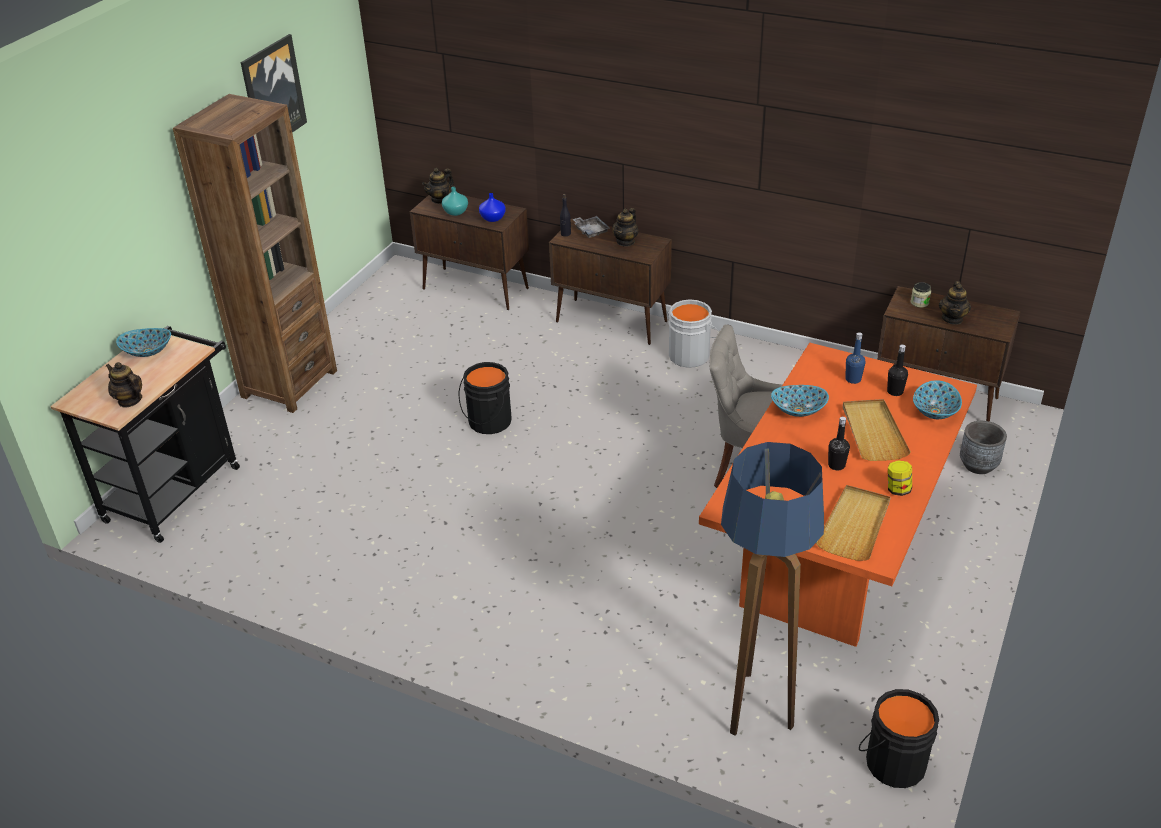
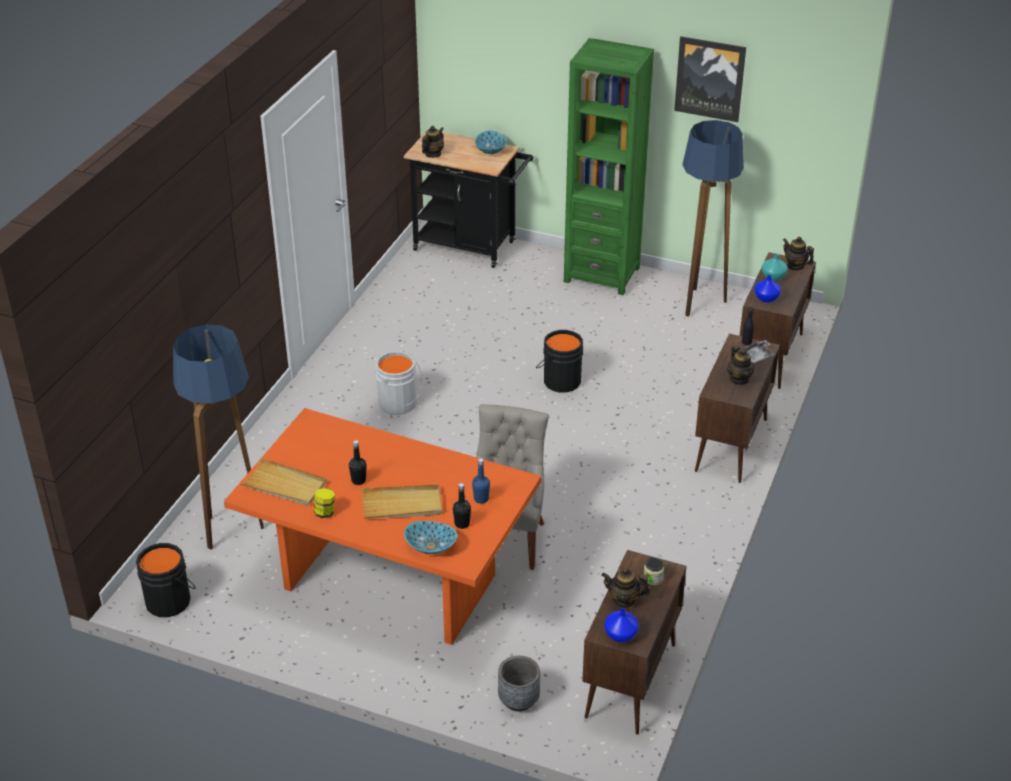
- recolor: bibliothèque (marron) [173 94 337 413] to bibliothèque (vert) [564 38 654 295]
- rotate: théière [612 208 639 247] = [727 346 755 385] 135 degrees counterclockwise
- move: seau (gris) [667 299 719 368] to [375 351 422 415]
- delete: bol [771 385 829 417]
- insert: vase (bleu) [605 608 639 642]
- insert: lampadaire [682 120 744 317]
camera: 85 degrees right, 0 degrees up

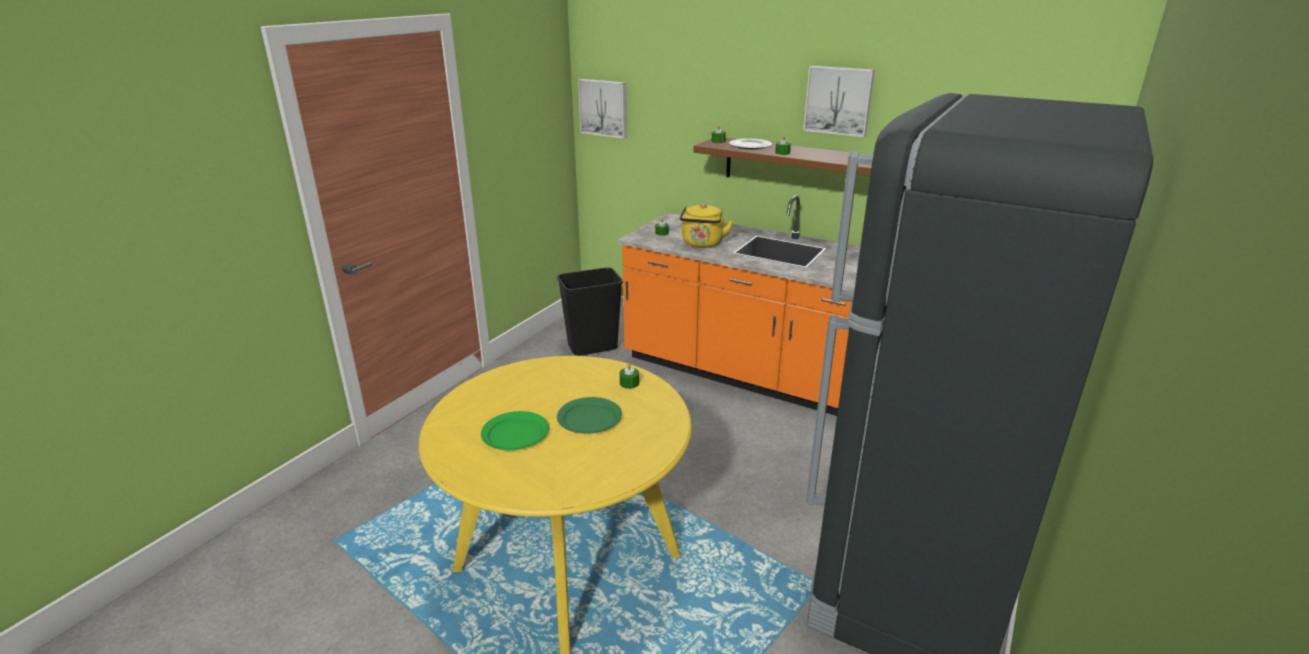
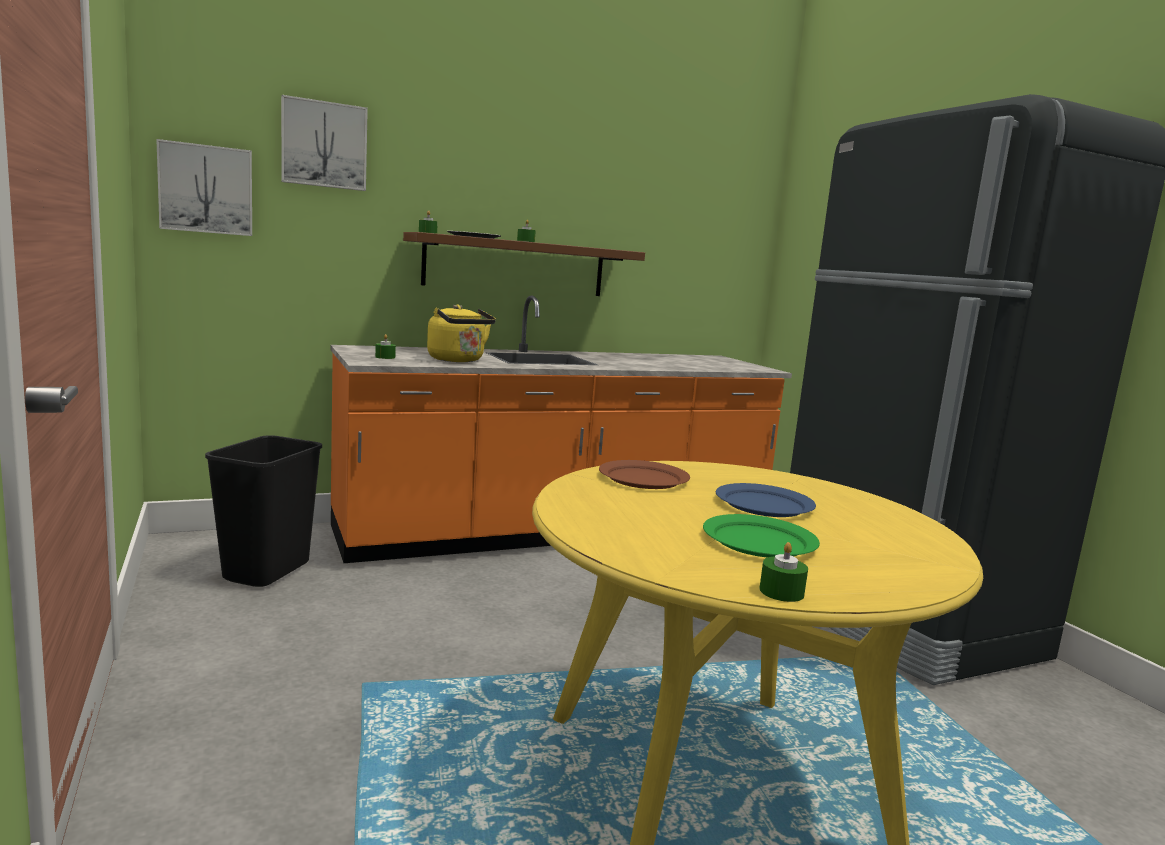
- recolor: assiette (vert) [557 397 622 434] to assiette (bleu) [716 483 816 517]
- move: bougie (vert) [620 363 639 389] to [759 542 808 602]
- move: tableau [803 66 875 137] to [281 95 368 191]
- insert: assiette (marron) [599 460 690 489]
camera: 55 degrees left, 15 degrees down

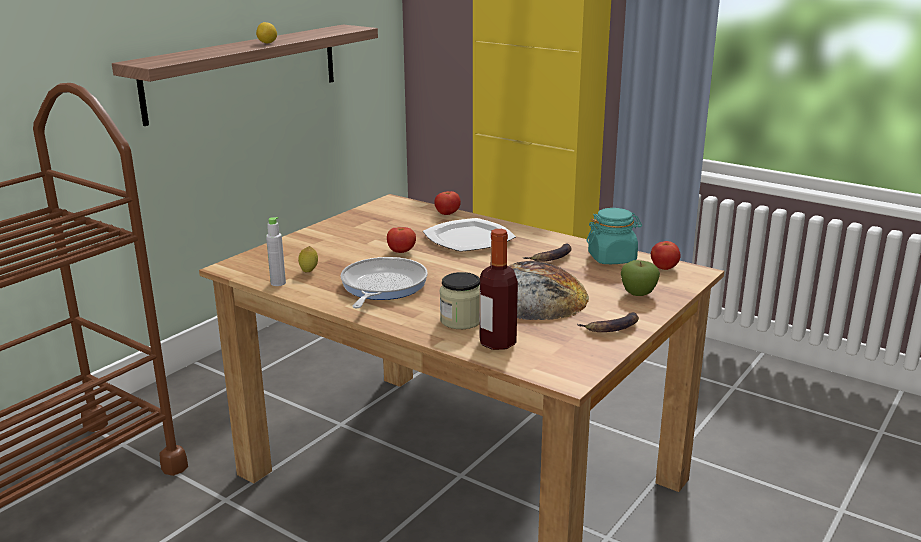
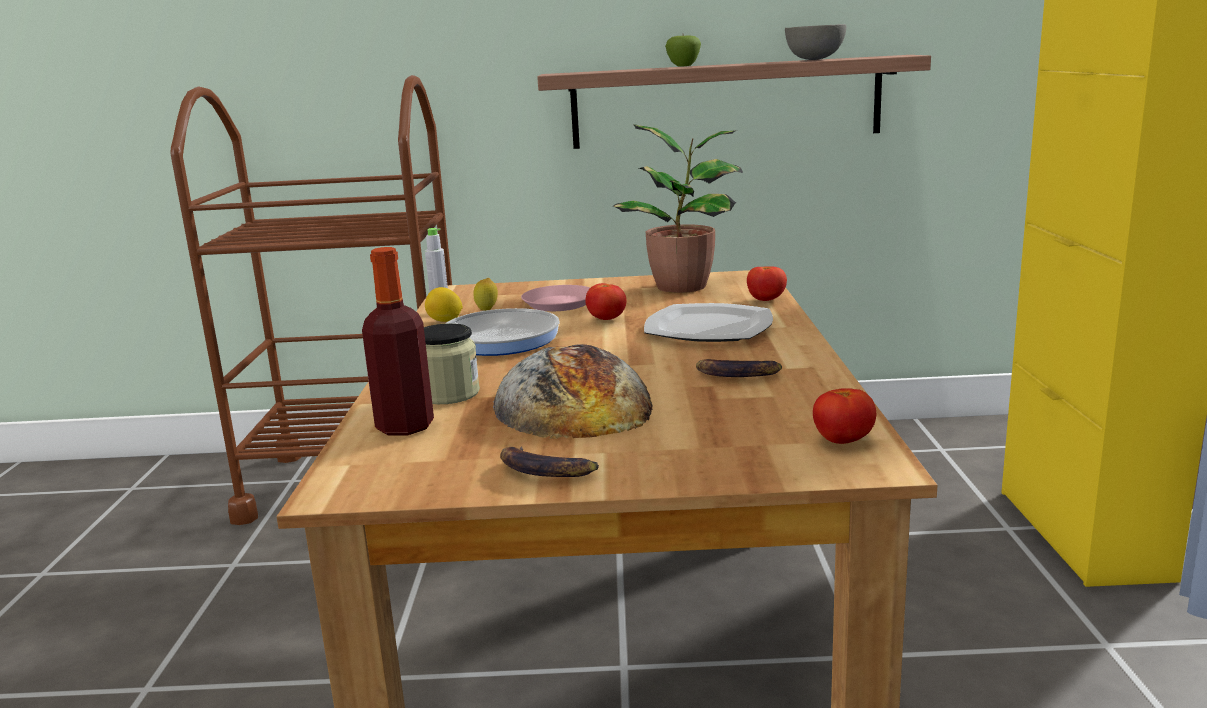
- move: citron [256 22 277 43] to [425 287 463 322]
- delete: bocal (turquoise) [586 208 642 264]
- move: pomme [621 260 660 296] to [665 36 701 67]
- insert: assiette (rose) [521 285 590 311]
- insert: plante en pot [613 125 743 293]
- insert: bol (gris) [785 24 846 60]
camera: 55 degrees right, 5 degrees down

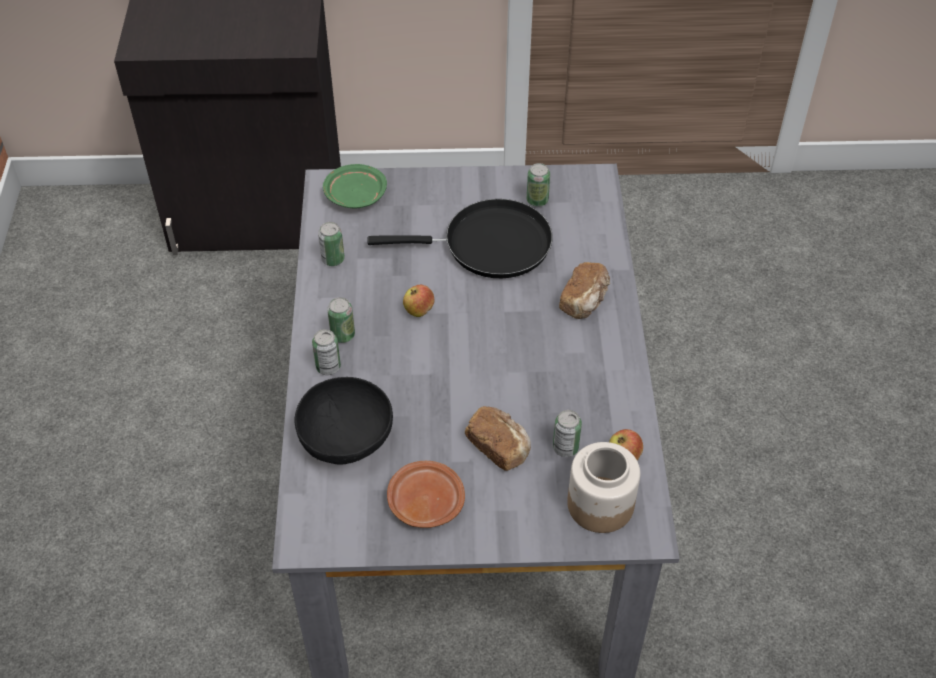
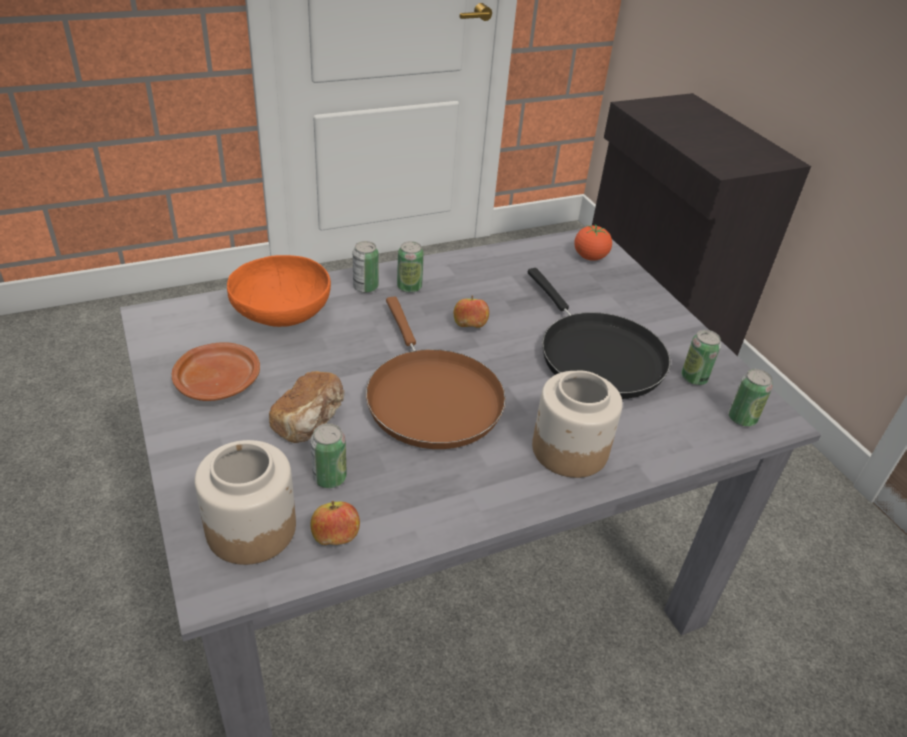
- recolor: bol (noir) [294 377 393 464] to bol (orange) [227 255 331 327]
- move: boîte métallique [318 222 345 266] to [728 369 773 427]
- replace: assiette (vert) [323 164 387 208] to tomate [575 225 612 261]
- replace: pain [559 262 610 319] to bocal [532 370 623 478]
- insert: poêle (marron) [366 297 506 449]
camera: 65 degrees right, 10 degrees down

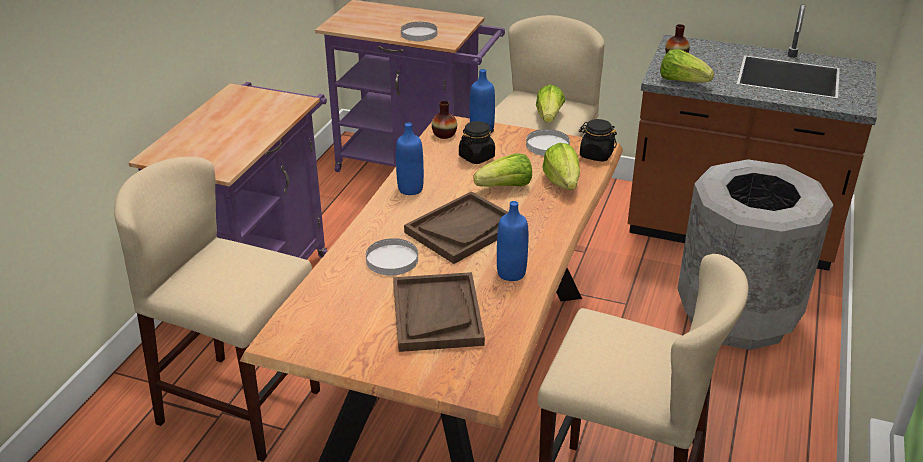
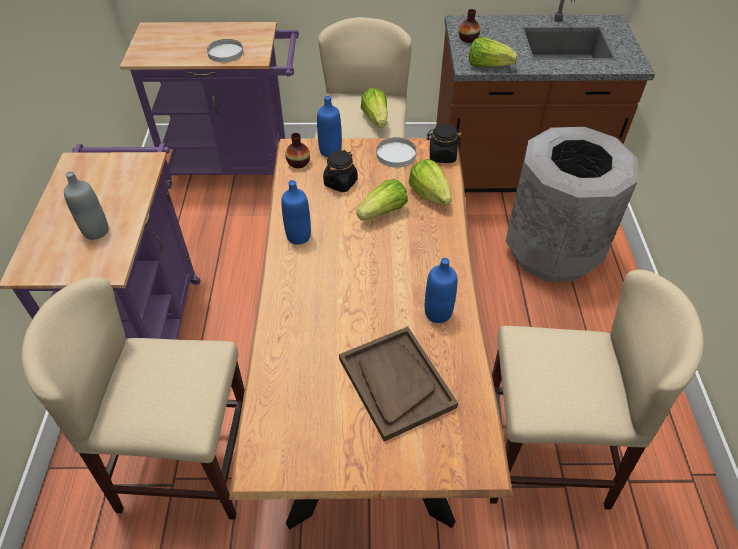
- delete: assiette (blanc) [366 238 418 275]
- delete: plateau (marron) [404 191 508 264]
- insert: bouteille (gris) [64 171 109 240]
camera: 20 degrees left, 15 degrees up

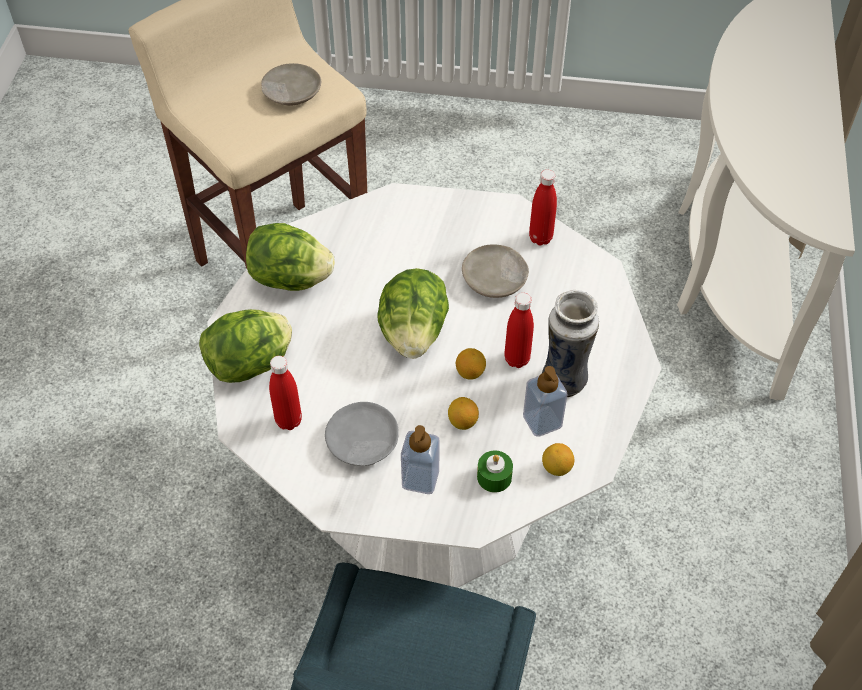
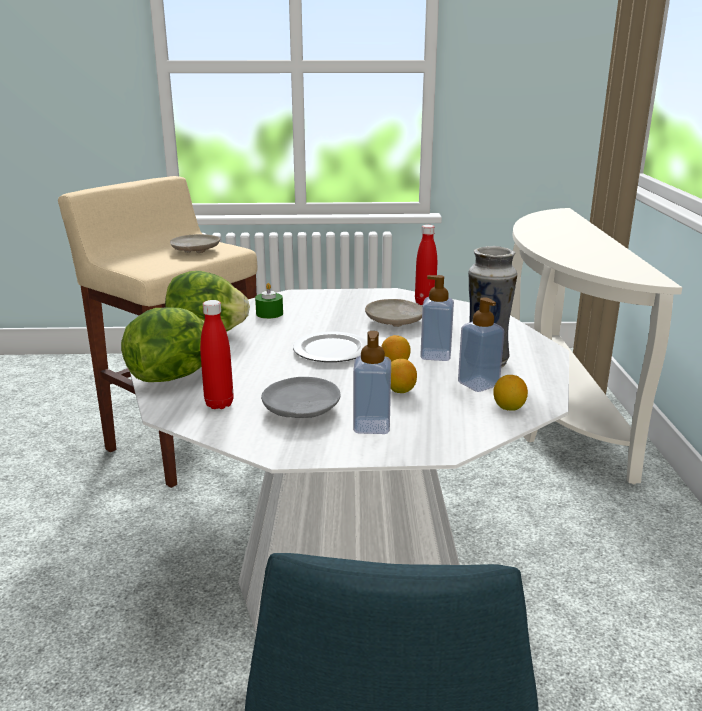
- replace: laitue [377 268 449 359] to assiette [293 332 367 362]
- move: bougie (vert) [477 451 513 493] to [255 283 283 319]
- replace: bouteille (rouge) [504 293 534 368] to distributeur de savon [420 275 454 361]
camera: 10 degrees left, 30 degrees down

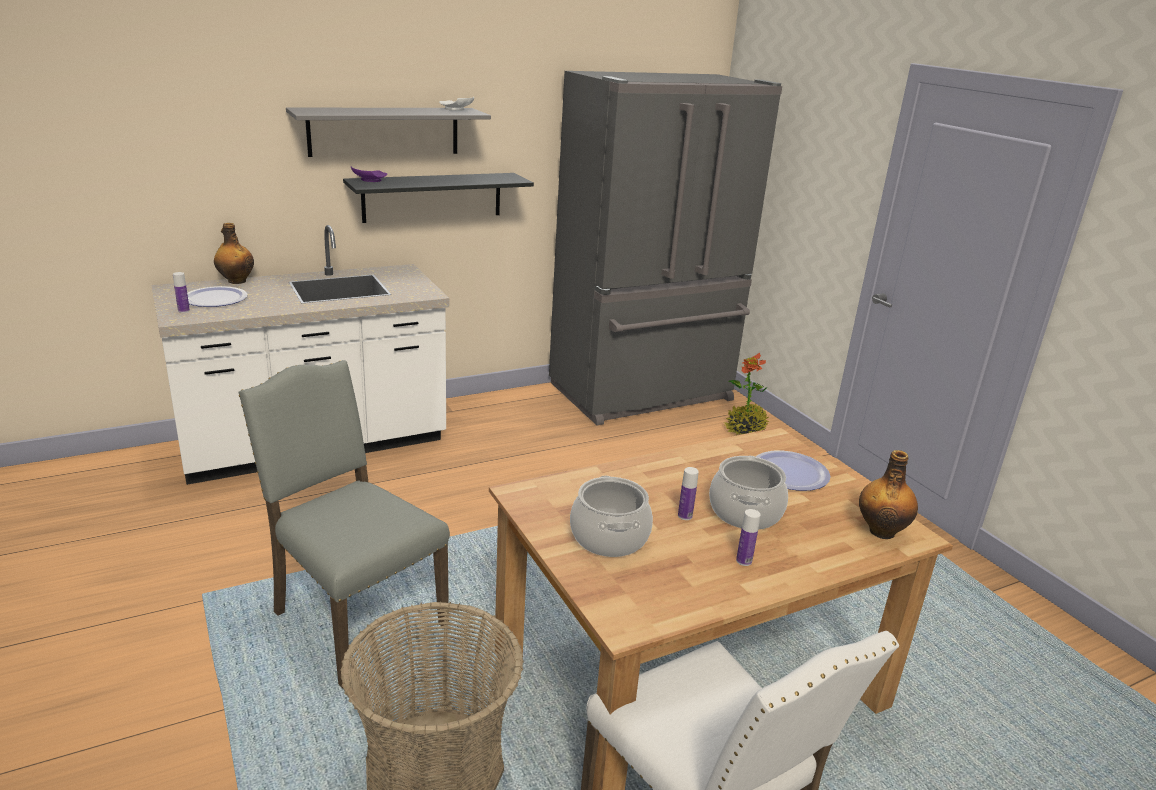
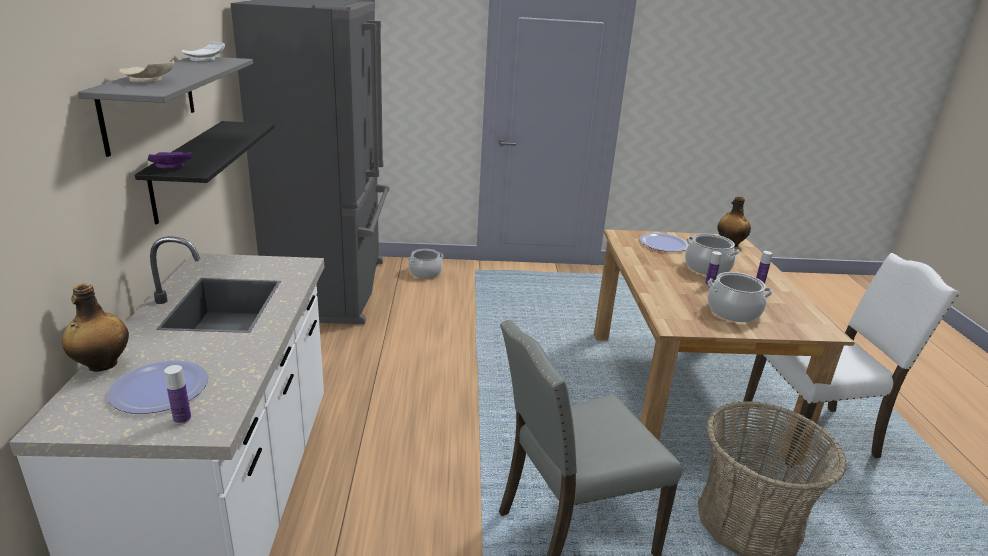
- replace: plante en pot [724 352 769 435] to marmite [407 249 443 279]
- insert: assiette (beige) [119 60 174 82]
camera: 65 degrees left, 0 degrees up

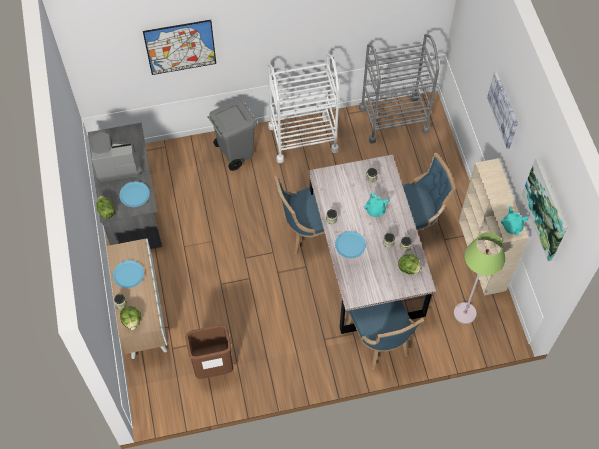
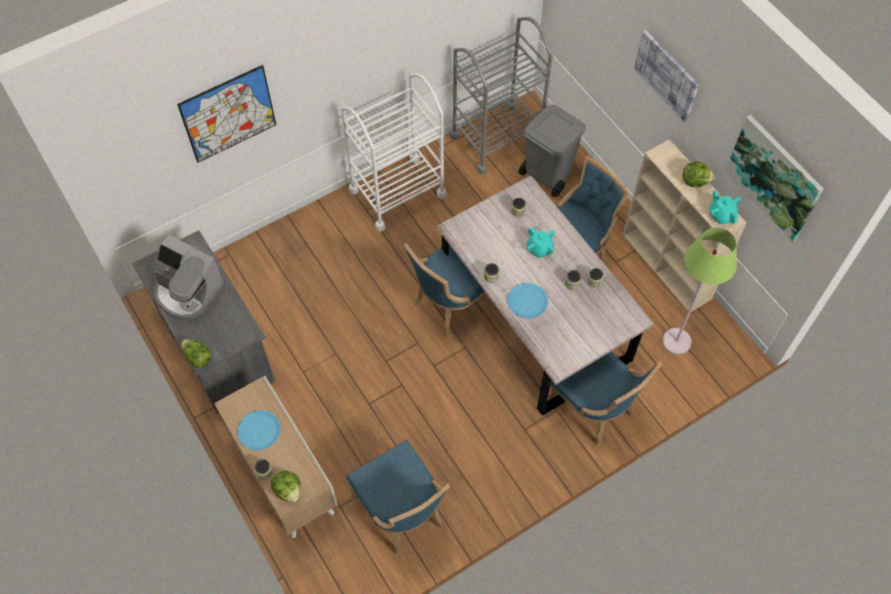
- rotate: machine à café [91 133 141 182] = [154 235 224 320] 120 degrees counterclockwise
- delete: assiette (bleu) [119 181 150 207]
- replace: poubelle (marron) [185 325 233 379] to chaise (bleu) [347 440 450 555]
- move: poubelle (gris) [207 100 257 171] to [519 105 586 197]
- move: laitue [398 254 422 275] to [683 161 715 188]
camera: 20 degrees left, 0 degrees up

